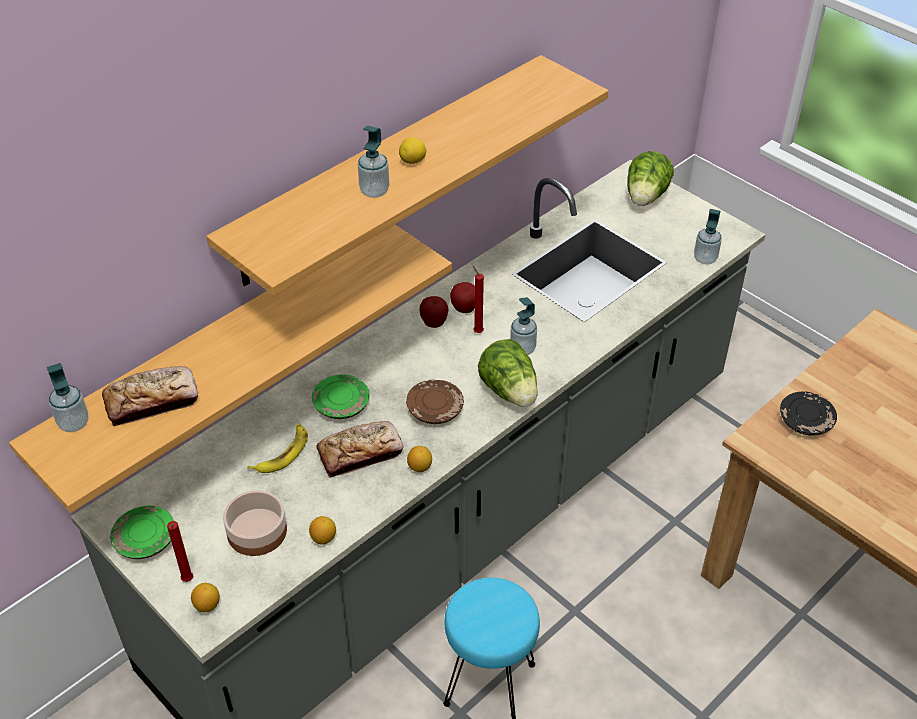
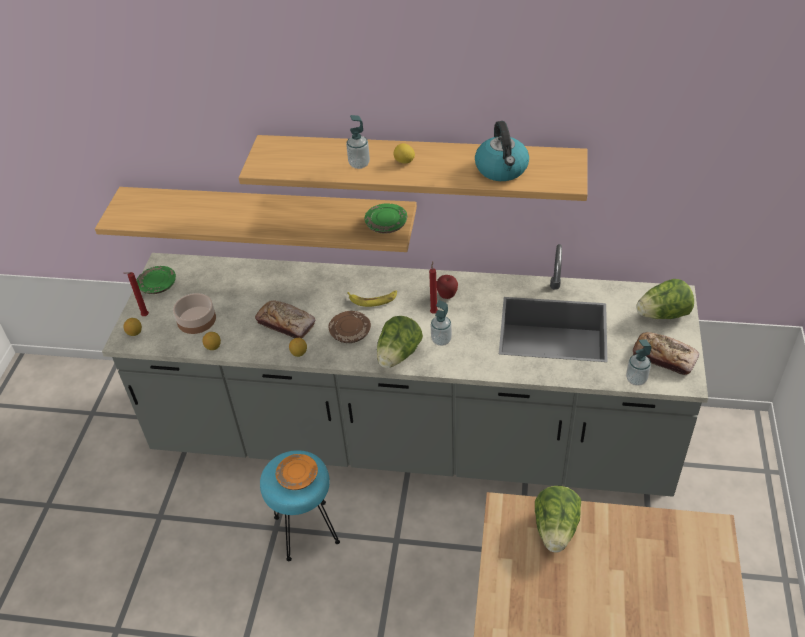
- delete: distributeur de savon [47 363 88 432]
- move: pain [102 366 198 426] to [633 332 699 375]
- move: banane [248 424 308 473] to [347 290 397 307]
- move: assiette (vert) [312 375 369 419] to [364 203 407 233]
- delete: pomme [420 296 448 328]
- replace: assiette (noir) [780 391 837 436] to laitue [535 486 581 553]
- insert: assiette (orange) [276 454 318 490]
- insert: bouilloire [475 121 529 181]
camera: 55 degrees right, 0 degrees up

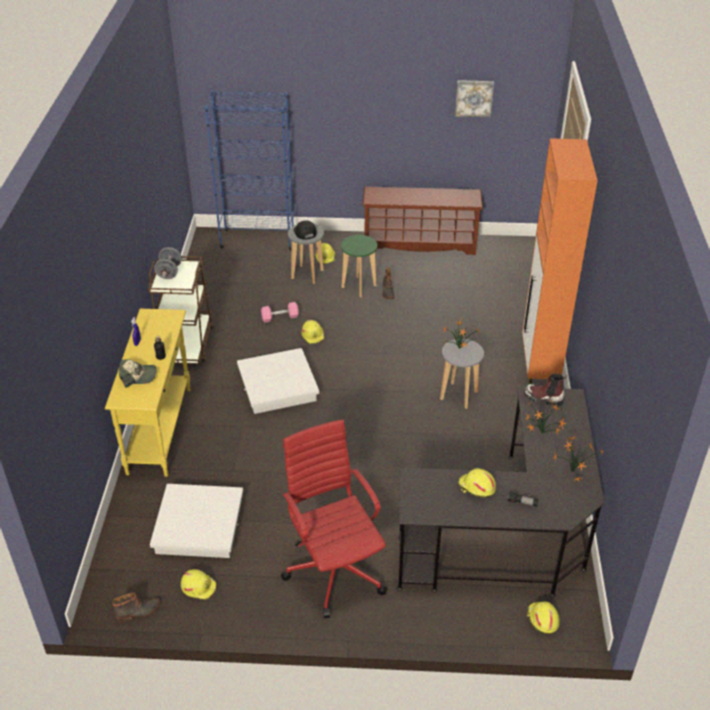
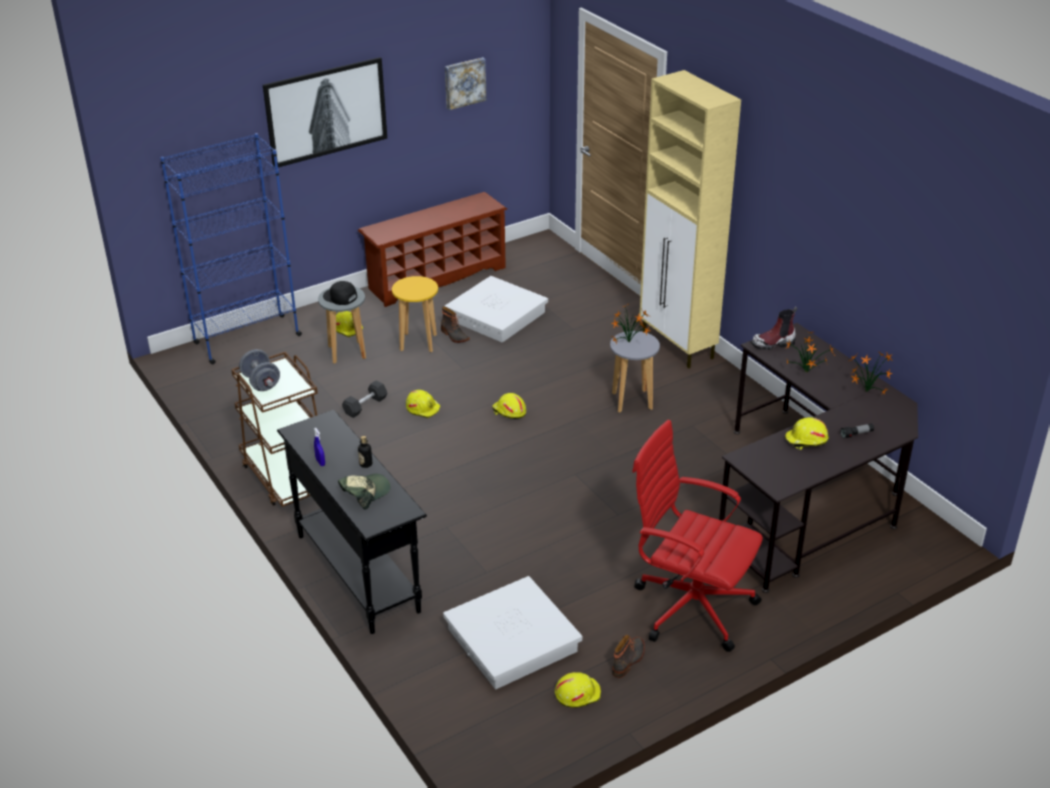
- recolor: table console (jaune) [105 309 191 477] to table console (noir) [277 410 427 634]
- move: botte [112 592 160 622] to [612 635 645 678]
- move: boîte de rangement (blanc) [237 348 319 414] to [444 276 548 343]
- recolor: haltère (rose) [261 302 299 322] to haltère (gris) [342 380 388 418]
- recolor: tabouret (vert) [341 235 378 297] to tabouret (jaune) [392 276 438 352]
- recolor: meuble de rangement (orange) [522 138 598 384] to meuble de rangement (beige) [640 70 741 369]
- move: casque de chantier (jaune) [527 601 559 634] to [492 393 526 419]
- insert: tableau [263 57 387 168]
camera: 35 degrees left, 5 degrees down

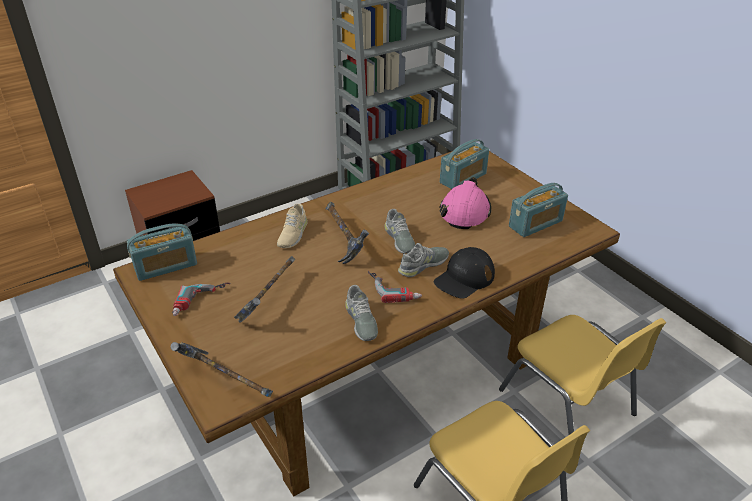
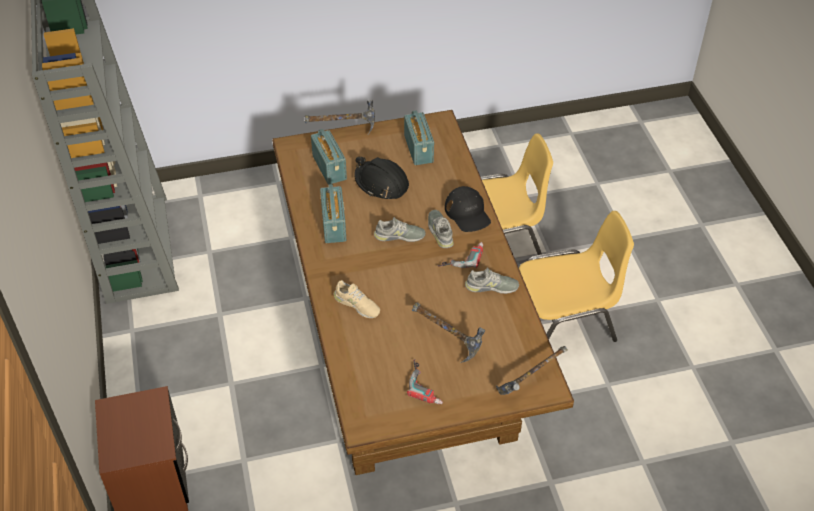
- move: radio [127 224 197 281] to [320 184 346 243]
- move: marteau [325 202 369 264] to [304 100 375 134]
- recolor: casque de chantier (rose) [439 177 491 229] to casque de chantier (noir) [354 156 409 199]
camera: 70 degrees left, 10 degrees up

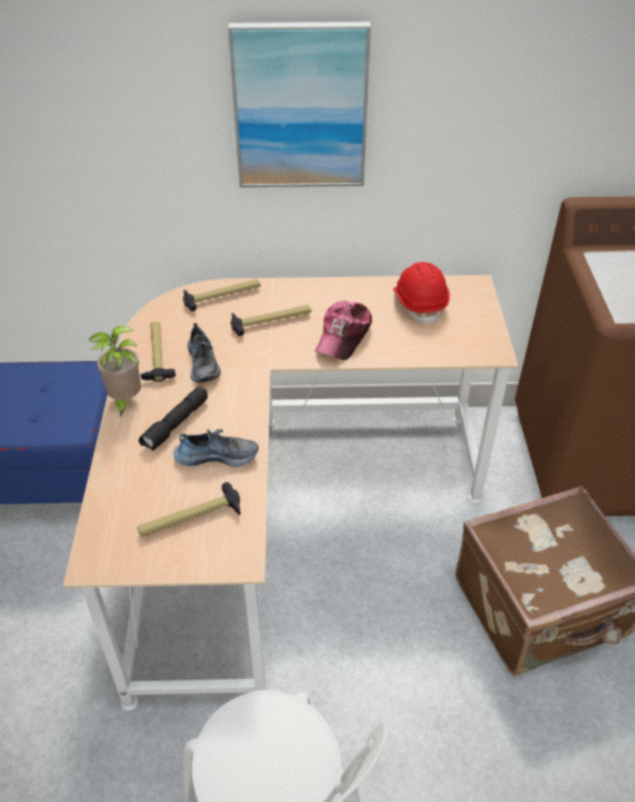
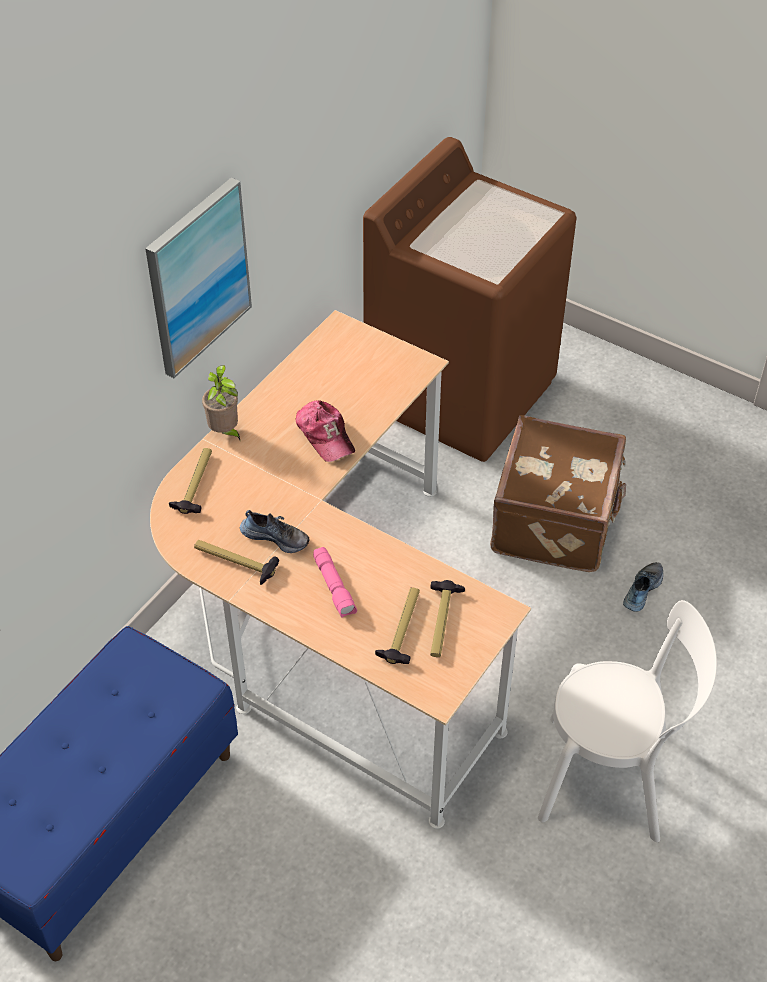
- move: plante en pot [89 326 141 416] to [202 365 240 440]
- recolor: lampe de poche (noir) [139 387 208 451] to lampe de poche (rose) [313 547 357 618]
- move: chaussure [174 429 258 467] to [623 562 663 612]
- move: marteau [230 305 311 336] to [375 587 420 664]
- delete: casque de chantier (rouge) [393 262 450 325]
camera: 55 degrees left, 5 degrees up

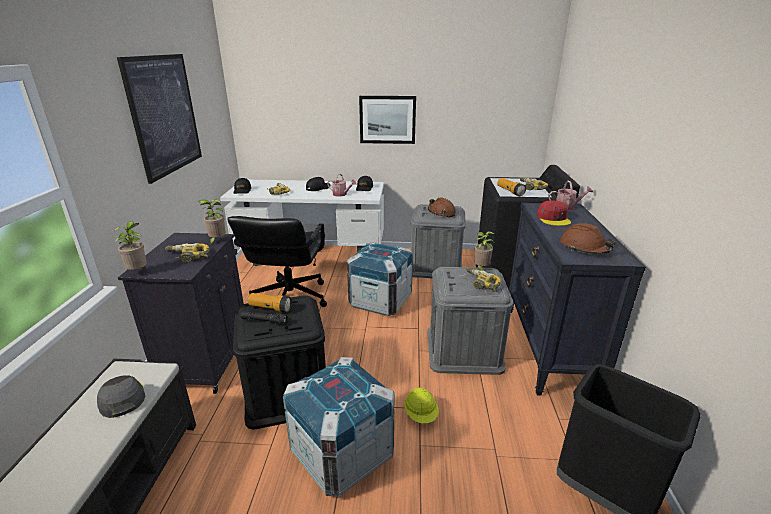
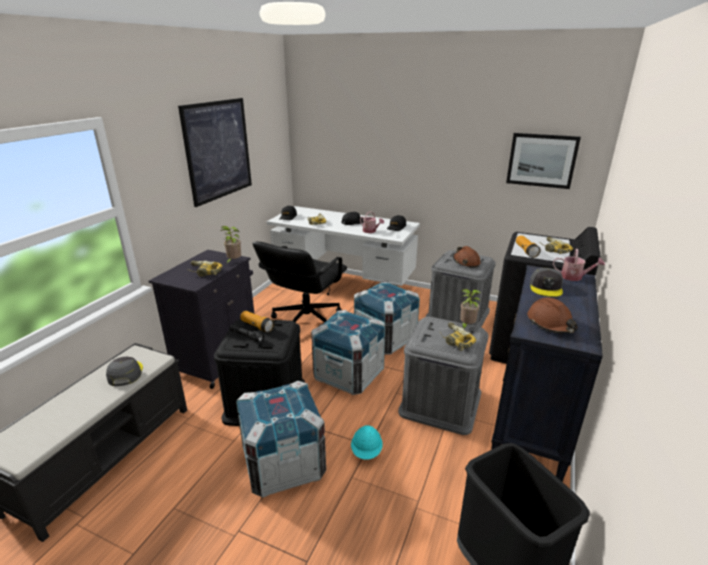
- delete: plante en pot [113 221 147 270]
- move: tableau [359 96 416 144] to [506 133 581 189]
- recolor: casque de chantier (jaune) [404 387 439 423] to casque de chantier (turquoise) [351 425 383 460]
- recolor: casquette (rouge) [537 201 571 226] to casquette (gris) [530 268 563 297]
- insert: caisse [311 310 385 395]
camera: 20 degrees right, 0 degrees up

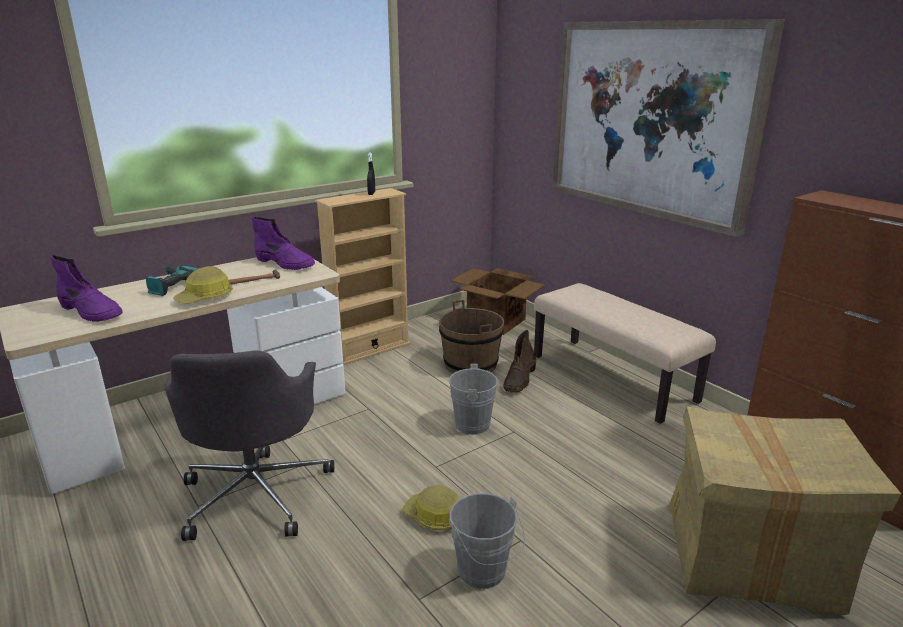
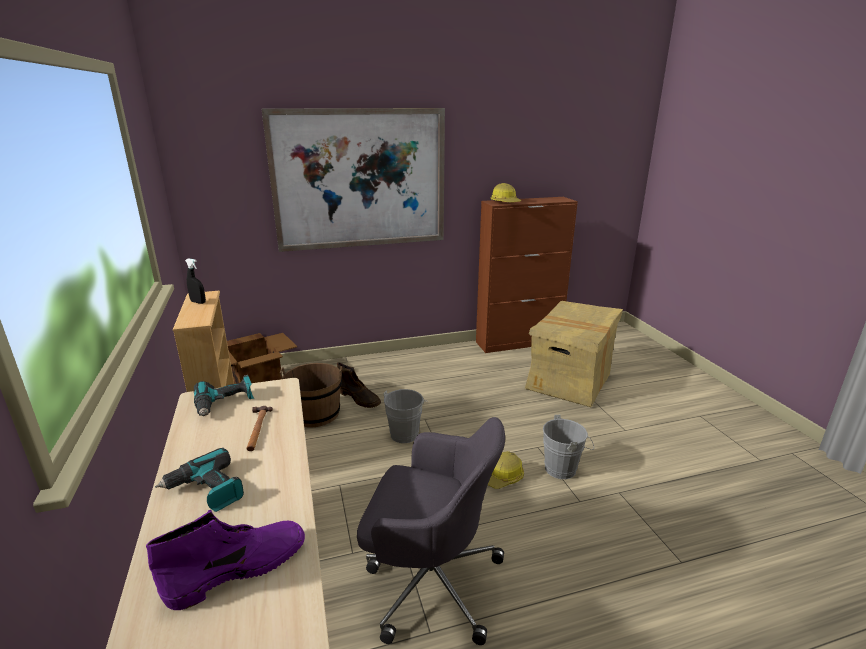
- move: casque de chantier [173 266 233 304] to [490 183 521 202]
- replace: botte (violet) [252 216 315 270] to perceuse [194 375 254 416]
- delete: banc (beige) [534 283 716 424]
camera: 70 degrees left, 0 degrees up

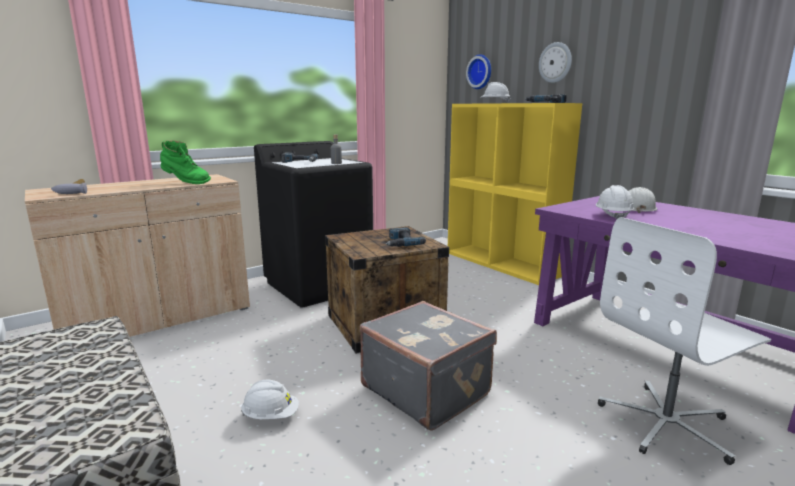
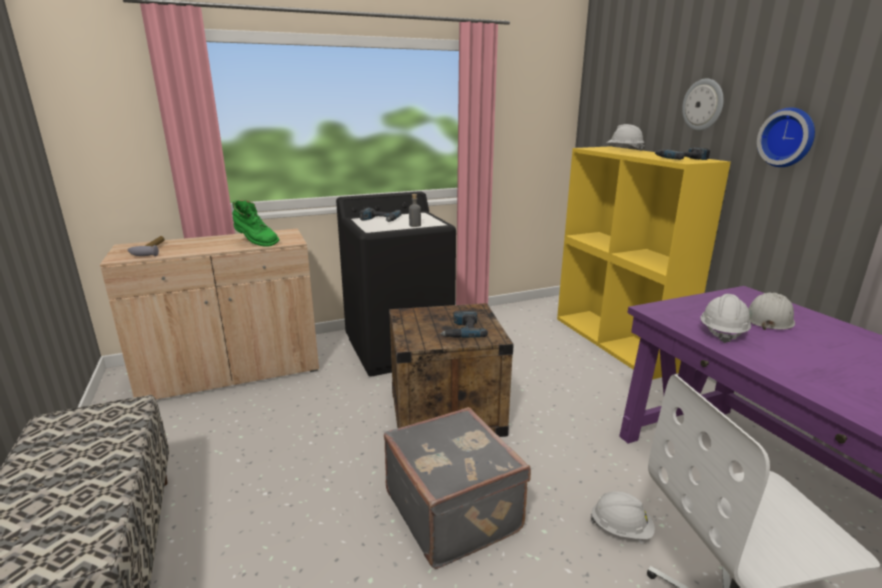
- move: casque de chantier (blanc) [241 380 299 419] to [590 491 655 539]
- move: horloge murale [466 54 491 89] to [757 107 815 167]
camera: 15 degrees right, 5 degrees up

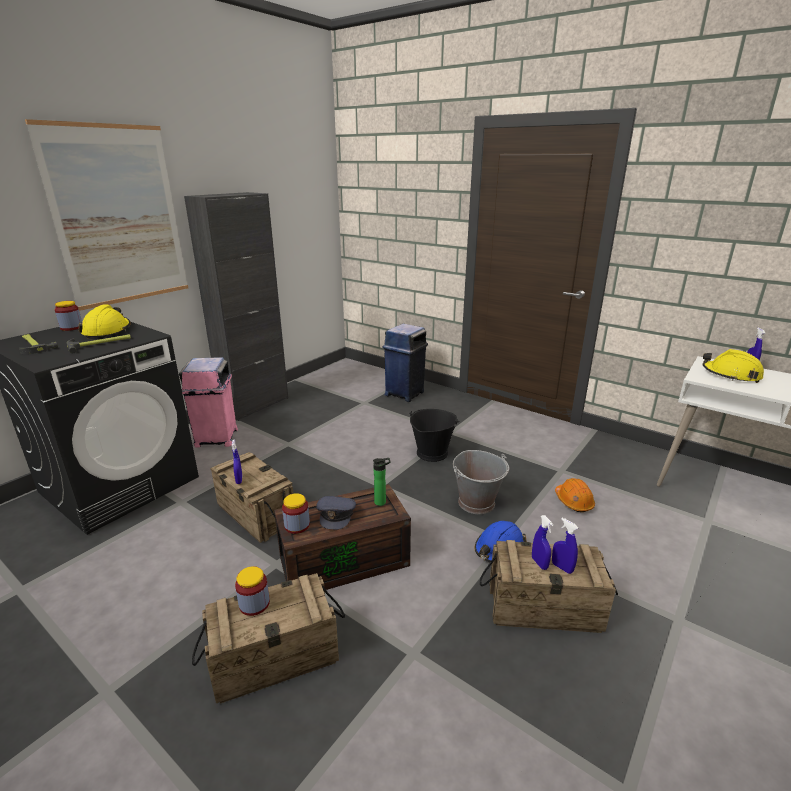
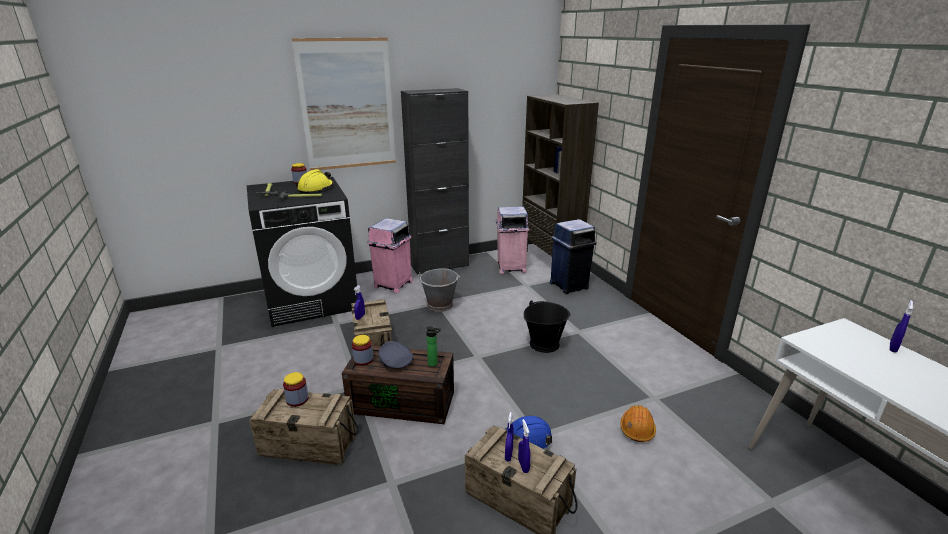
- rotate: casquette (gris) [316 496 356 530] = [379 341 413 369] 105 degrees clockwise
- move: seau (gris) [453 450 509 514] to [418 268 460 312]
- delete: casque de chantier (jaune) [703 349 764 383]
- insert: poubelle (rose) [496 206 529 274]
- insert: bibliothèque (marron) [522 94 599 257]
camera: 30 degrees right, 0 degrees up

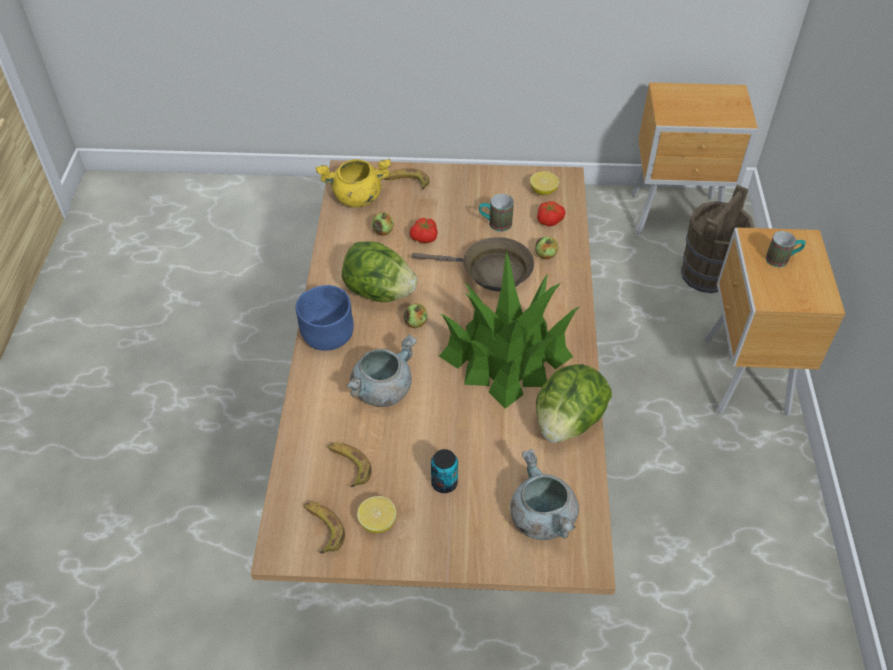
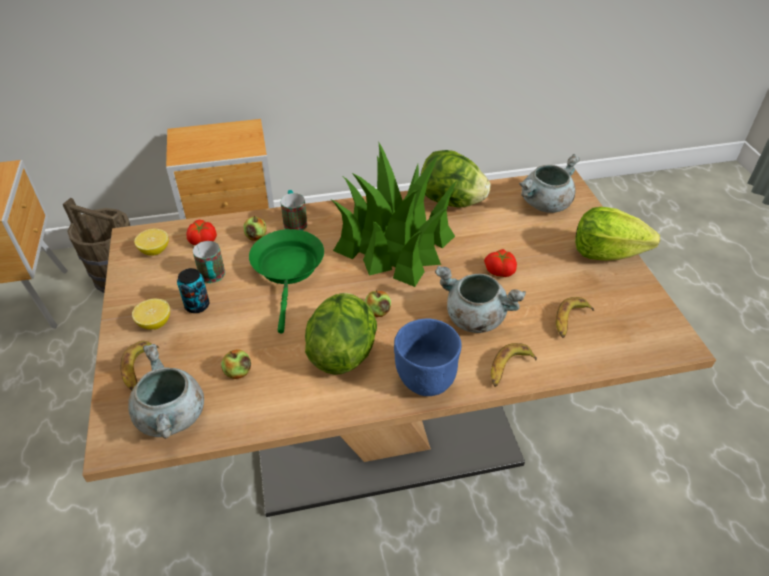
- move: banane [304 502 345 554] to [491 343 537 387]
- recolor: marmite (jaune) [316 159 391 207] to marmite (gris) [128 344 204 439]
- move: citron [357 496 397 533] to [132 298 170 329]
- move: tomate [410 218 437 243] to [484 249 517 277]
- recolor: poêle (marron) [411 237 534 291] to poêle (vert) [249 229 324 333]
- move: boîte métallique [431 449 458 493] to [177 268 209 313]
- move: mug [765 231 806 267] to [281 190 307 231]
- insert: laitue [575 207 660 261]
camera: 105 degrees left, 5 degrees down

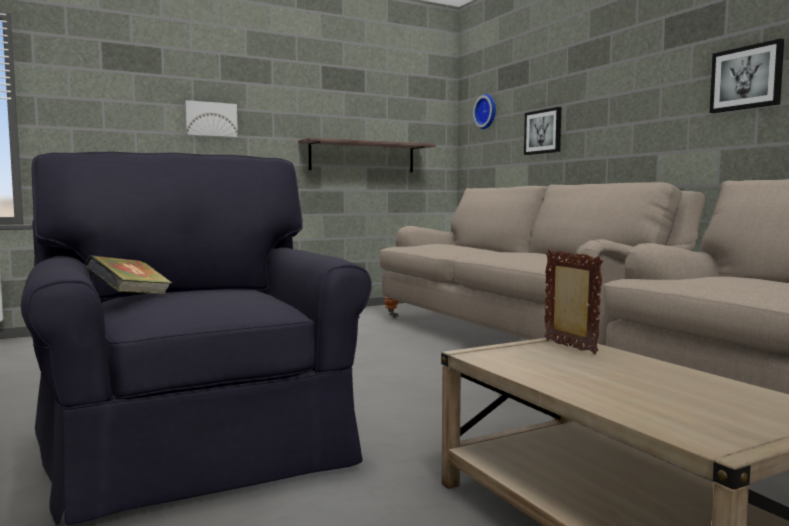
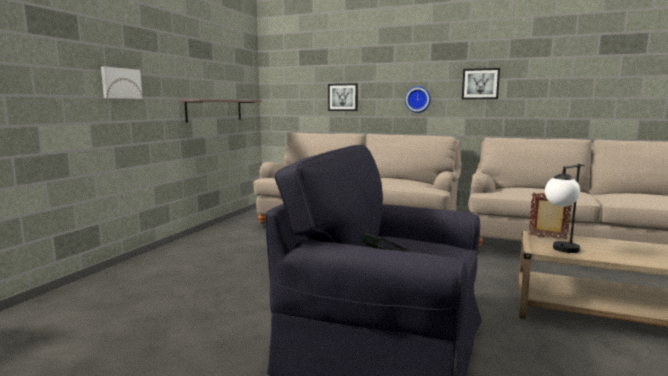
- move: horloge murale [473 94 496 129] to [405 86 431 113]
- insert: lampe de table [545 164 585 253]
camera: 40 degrees left, 5 degrees up

